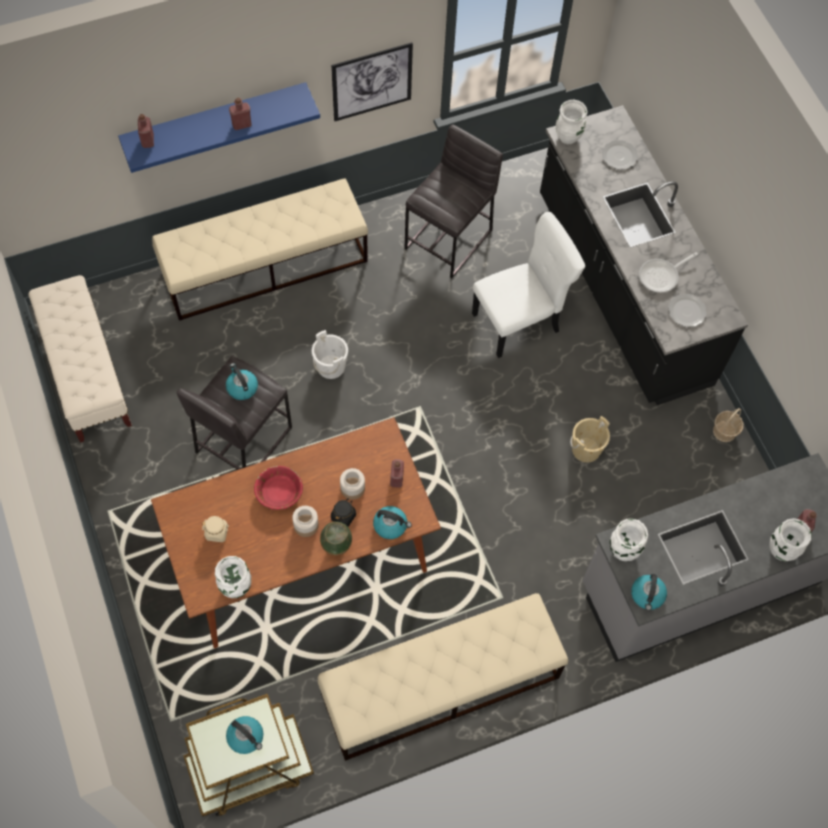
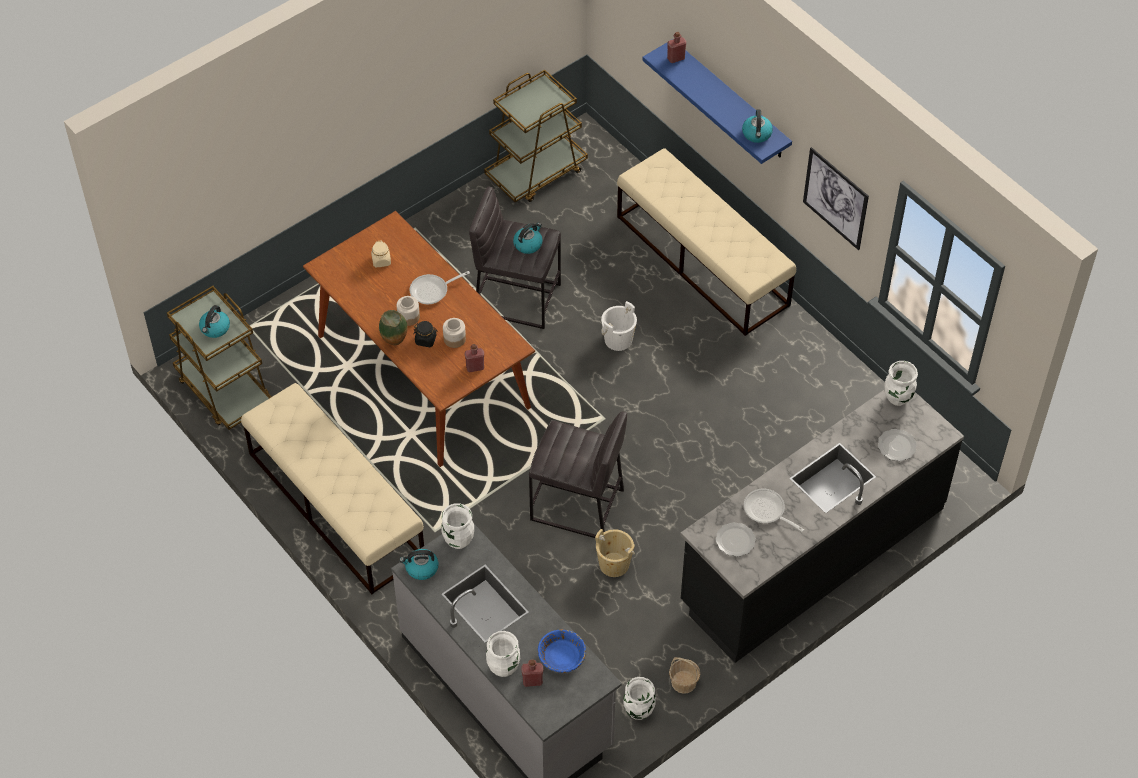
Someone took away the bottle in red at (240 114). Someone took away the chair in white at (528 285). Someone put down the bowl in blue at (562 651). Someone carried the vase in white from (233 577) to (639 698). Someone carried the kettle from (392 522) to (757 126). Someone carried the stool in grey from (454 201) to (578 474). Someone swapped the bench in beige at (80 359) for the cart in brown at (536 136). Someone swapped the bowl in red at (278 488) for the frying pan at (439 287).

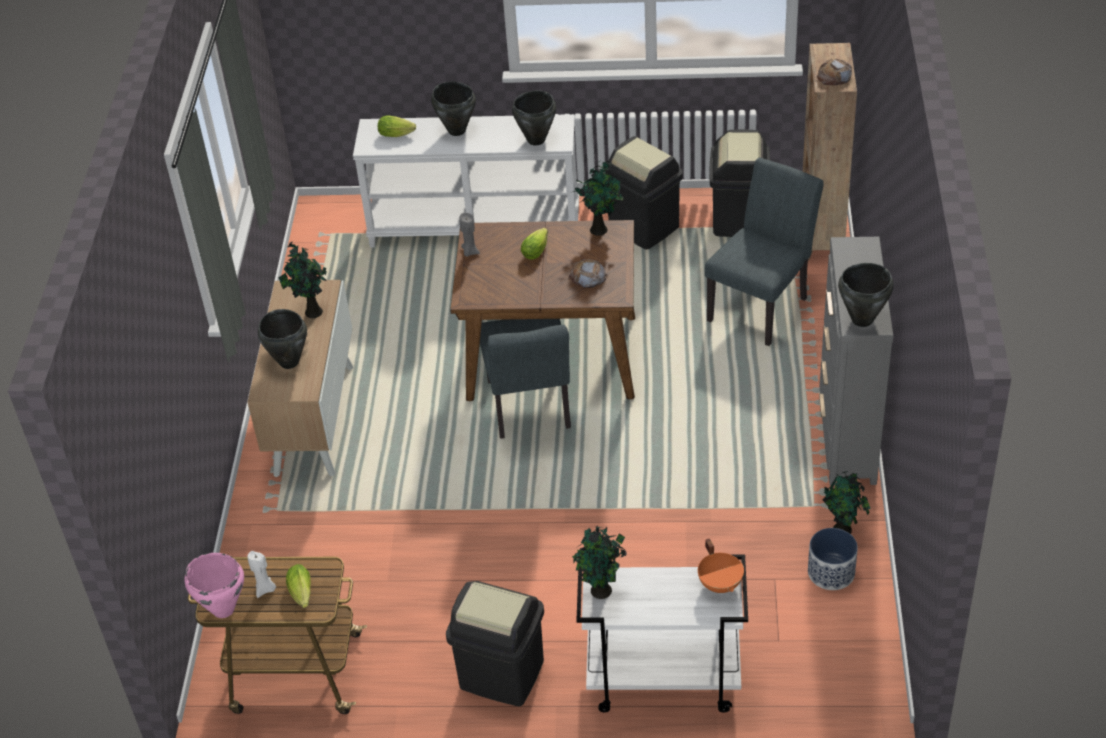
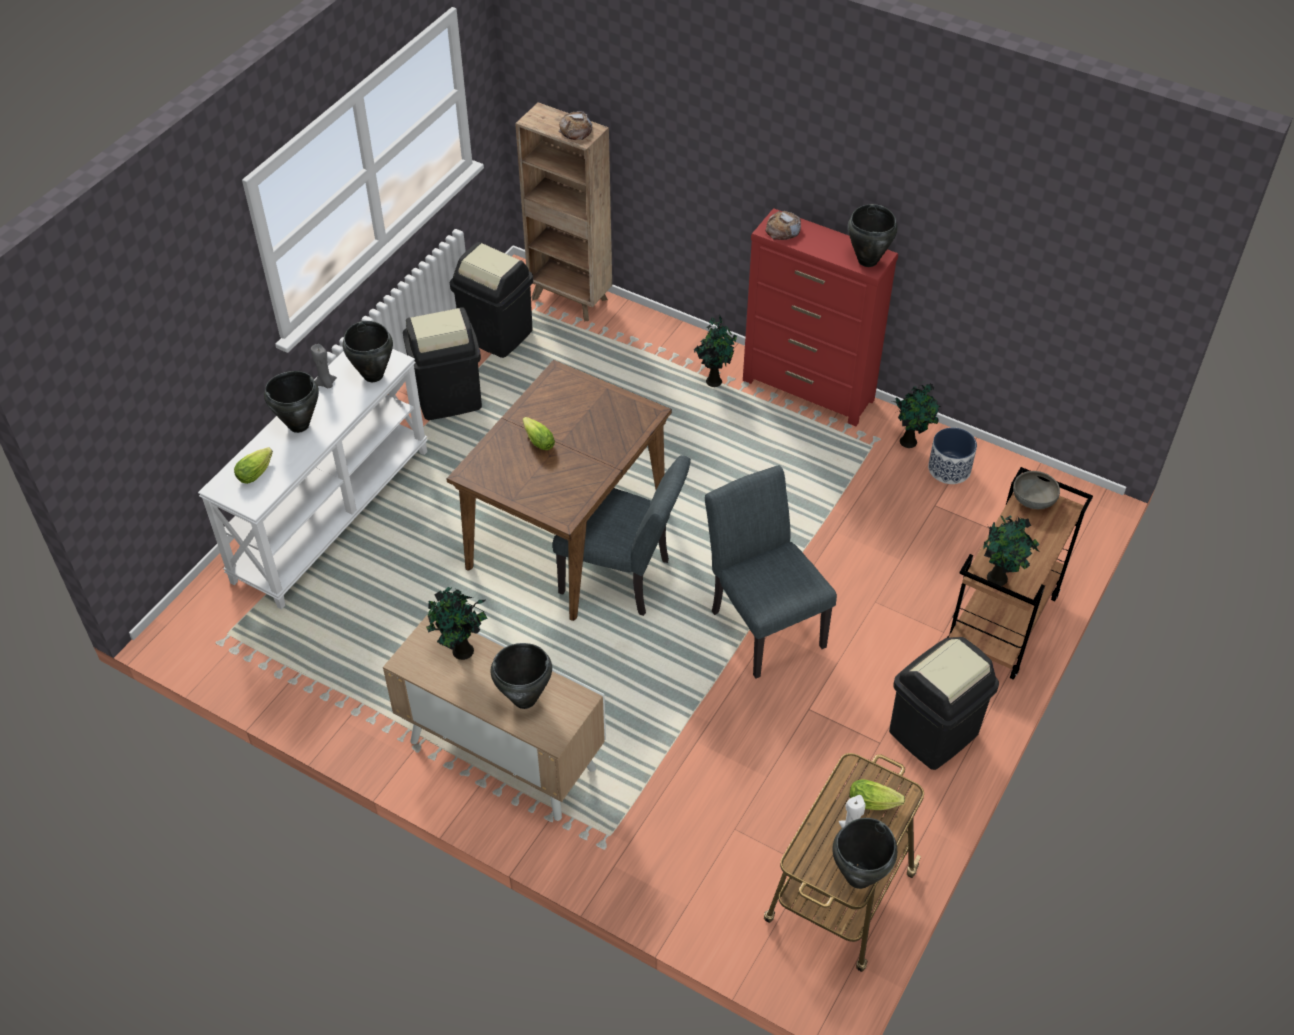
Someone carried the candle in grey from (469 235) to (324 366). Someone carried the bread from (588 273) to (783 225). Someone carried the potted plant from (598 197) to (715 351). Someone carried the chair in grey from (764 251) to (771 572). Someone swapped the cooking pot in orange at (721 565) for the bowl in grey at (1036 490). Someone repainted the cooking pot in pink at (214 585), which became the cooking pot in black at (864 853). Someone repainted the cart in white at (662 633), which became the cart in brown at (1020 573). Someone repainted the dresser in grey at (856 361), which became the dresser in red at (820 317).

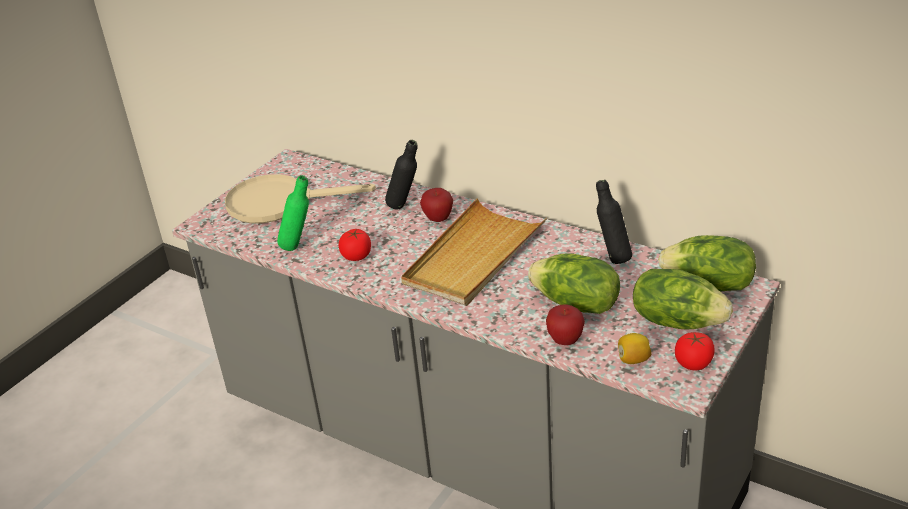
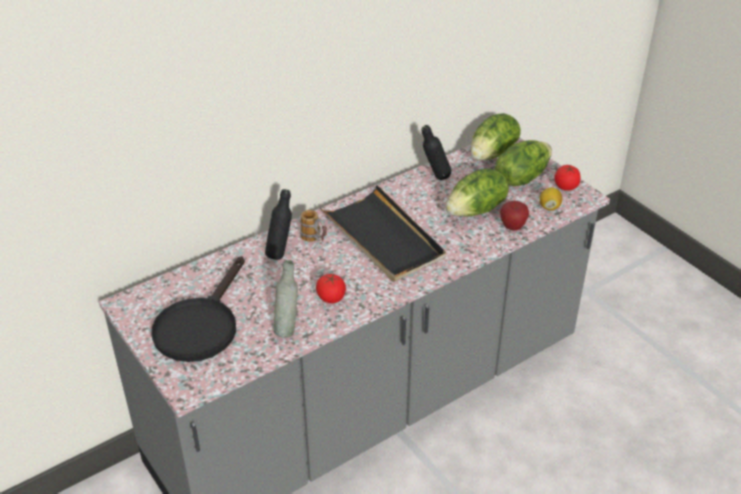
Someone swapped the apple at (436 205) for the mug at (313 226). Someone repainted the frying pan in beige at (300 199), which became the frying pan in black at (198 309). Someone repainted the bottle in green at (293 213), which became the bottle in grey at (286 299). Someone repainted the tray in beige at (474 252), which became the tray in black at (383 233).

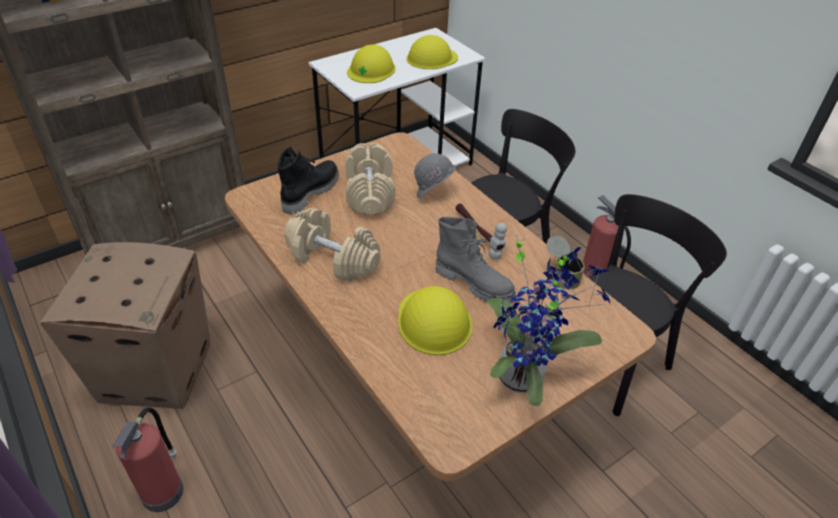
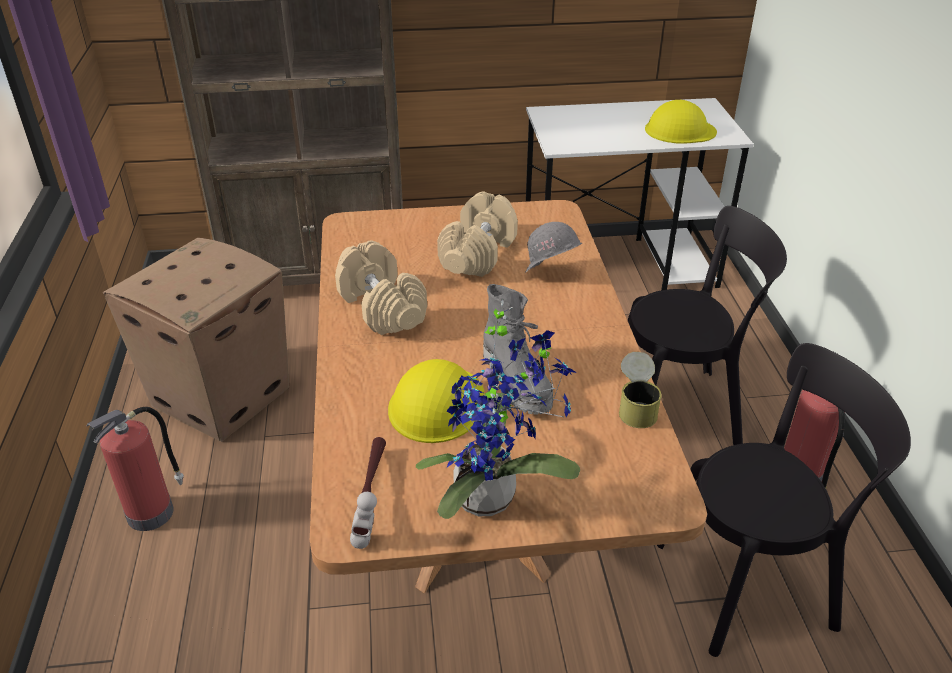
Someone took away the boot in black at (308 180). Someone took away the hard hat in yellow at (371 63). Someone carried the hammer from (481 231) to (368 493).

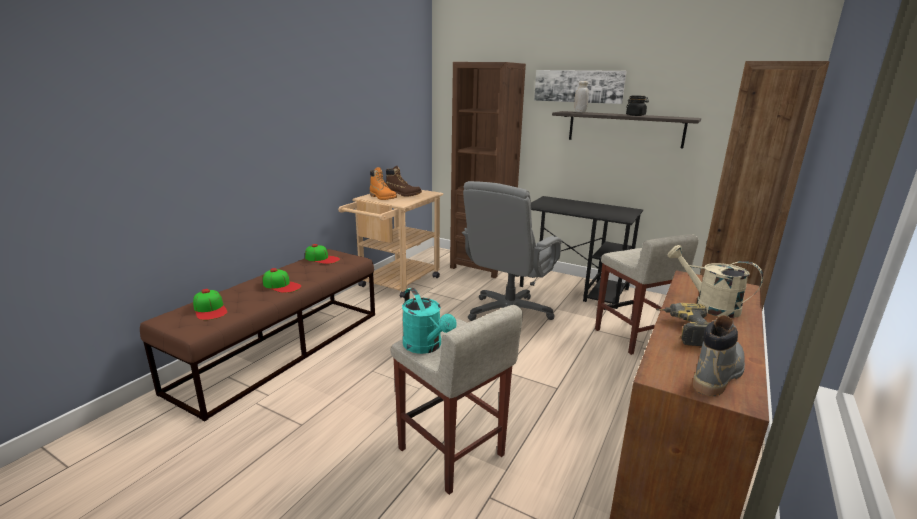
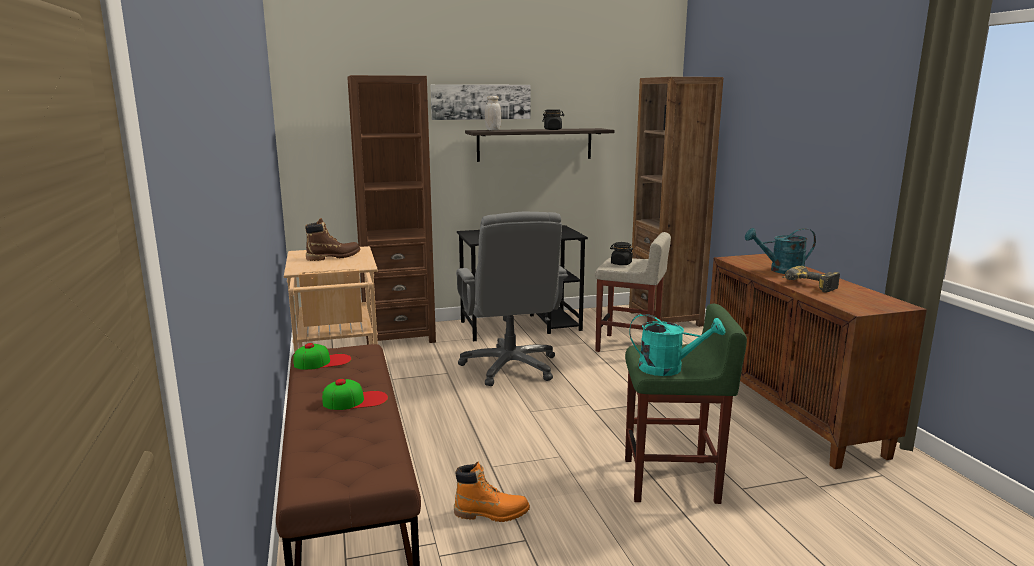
Someone took away the cap at (210 304). Someone took away the boot in grey at (719 355). Someone put down the jar in black at (621 253). Someone carried the boot in orange from (383 183) to (492 492). Someone repainted the stool in beige at (457 400), which became the stool in green at (686 404). Someone repainted the watering can in beige at (715 281), which became the watering can in turquoise at (780 251).

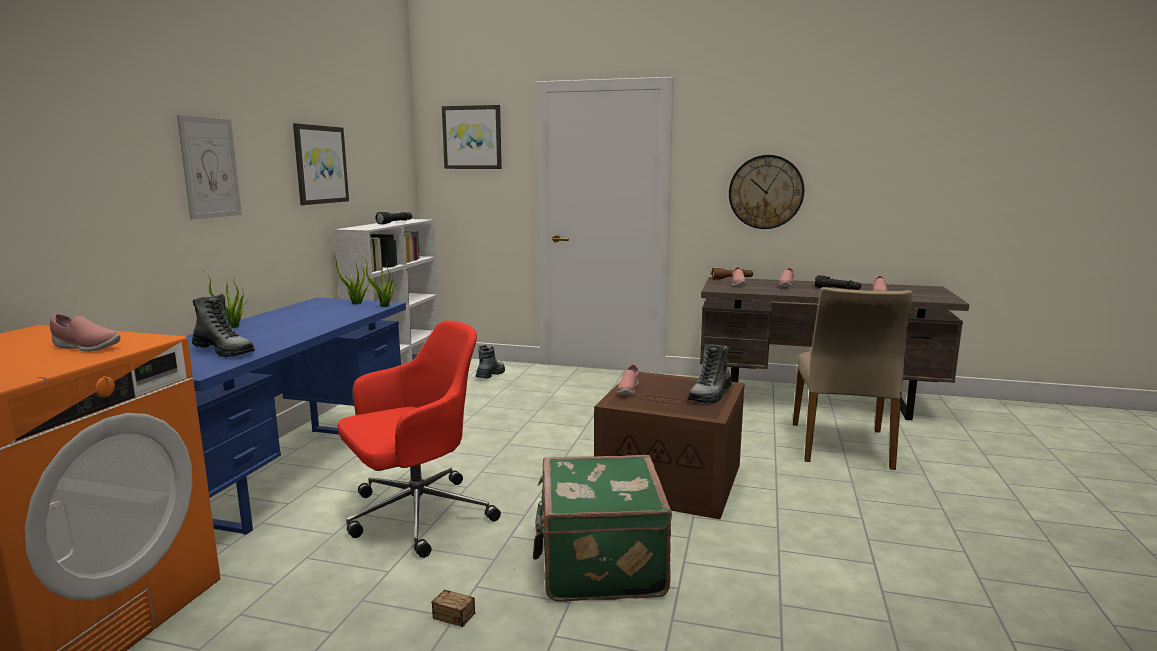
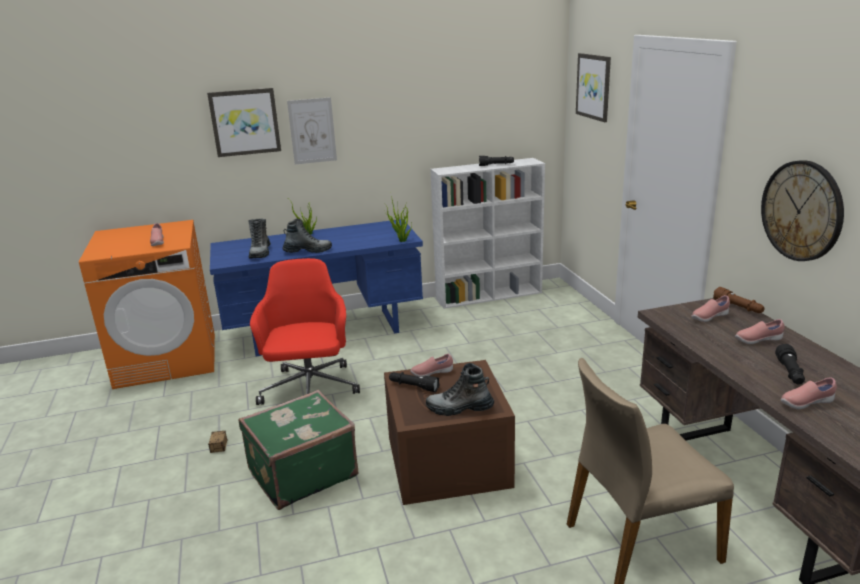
Someone put down the flashlight in black at (414 382). Someone carried the picture from (321 164) to (244 122). Someone carried the boot from (490 361) to (307 235). Someone rotated the office chair in red at (419 439) by 120 degrees counterclockwise.

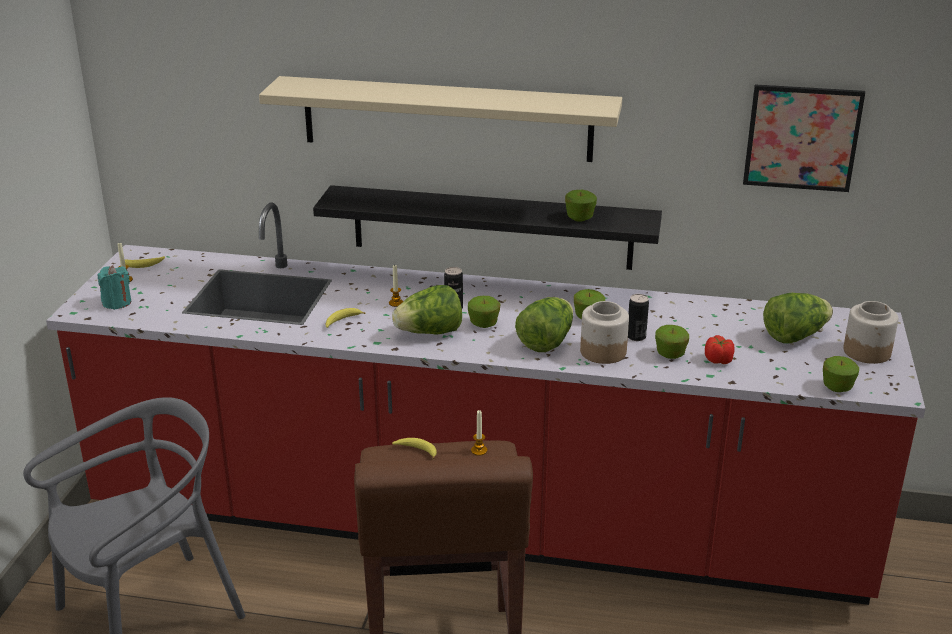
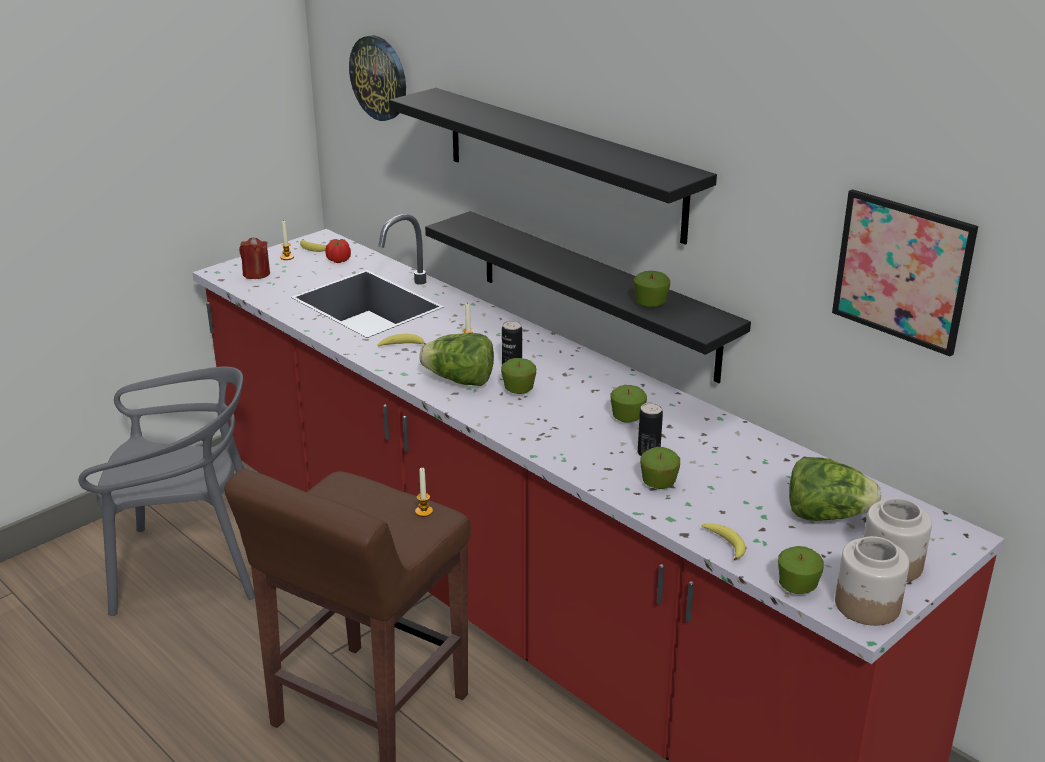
Someone took away the lettuce at (544 324). Someone put up the wall clock at (377 78). Someone carried the banana from (414 448) to (724 542). Someone carried the jar from (604 332) to (872 581). Someone carried the tomato from (720 349) to (338 251). Someone repainted the candle in turquoise at (114 287), which became the candle in red at (254 258). Someone repainted the shelf in beige at (440 119), which became the shelf in black at (553 166).

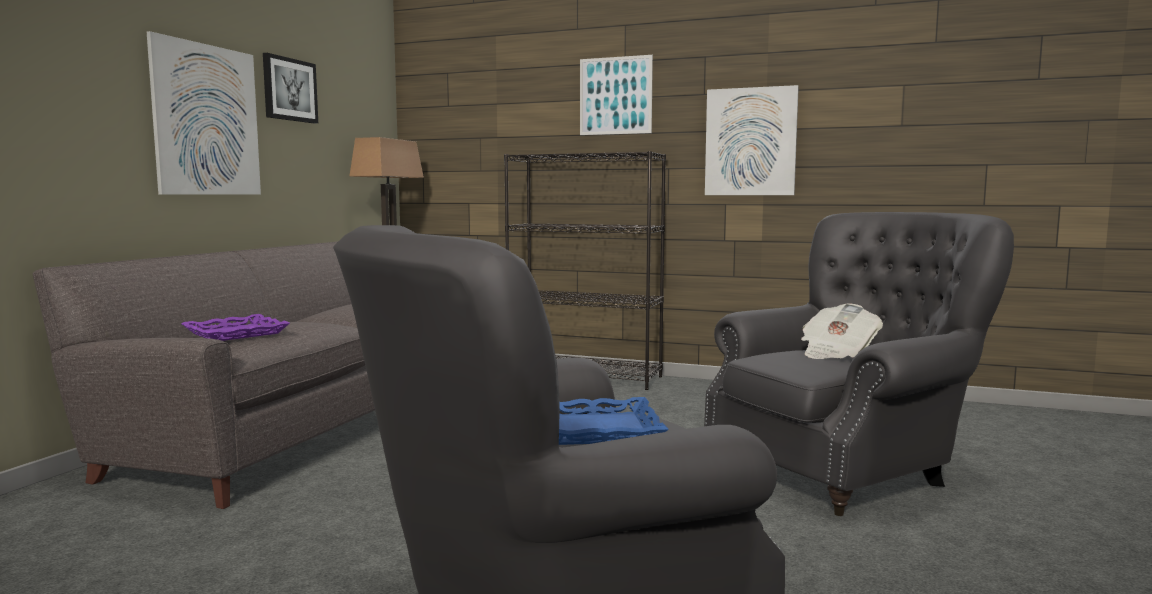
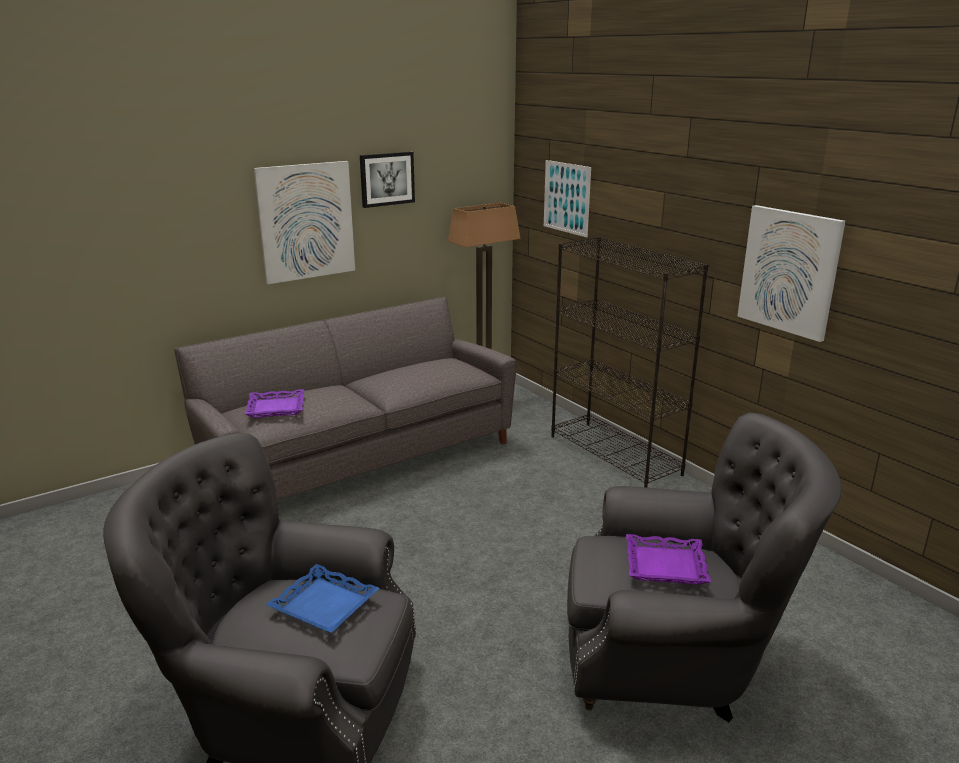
Someone carried the picture from (616 95) to (567 198). Someone swapped the newspaper at (842 331) for the tray in purple at (668 559).

